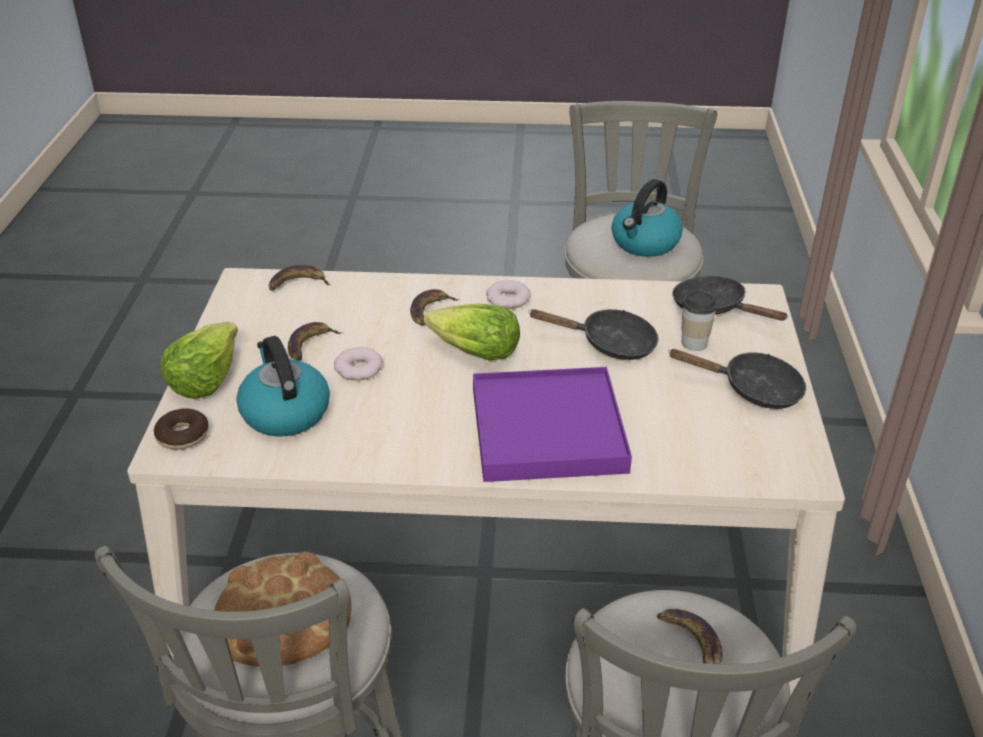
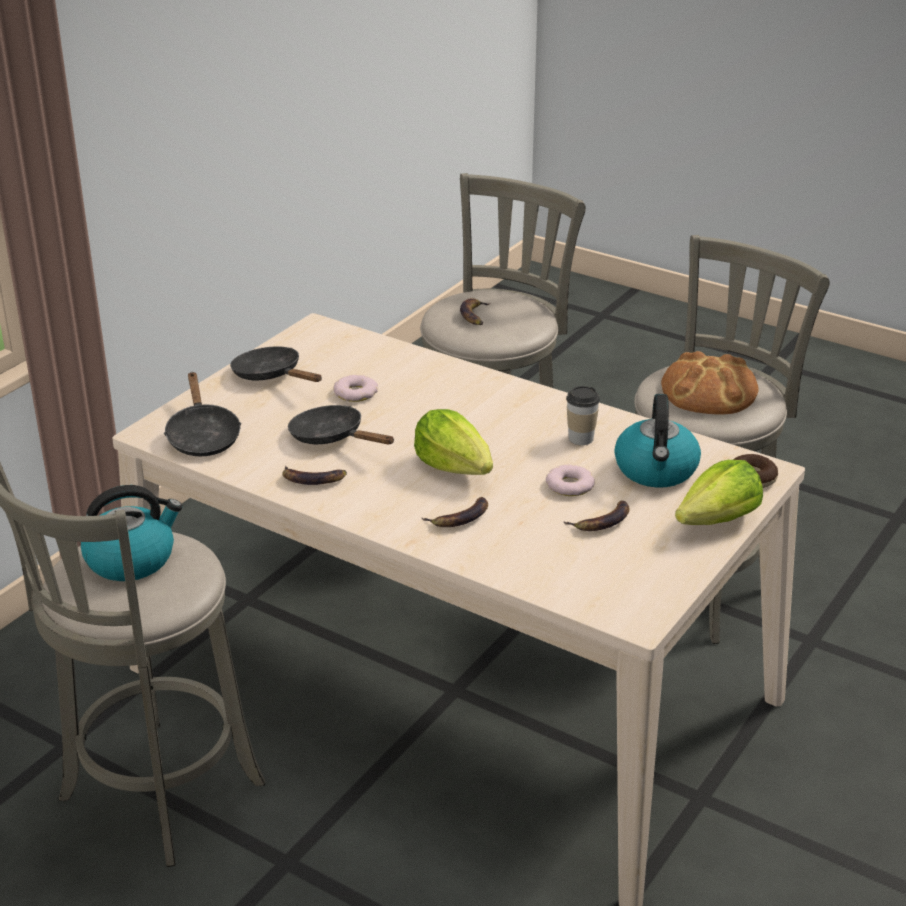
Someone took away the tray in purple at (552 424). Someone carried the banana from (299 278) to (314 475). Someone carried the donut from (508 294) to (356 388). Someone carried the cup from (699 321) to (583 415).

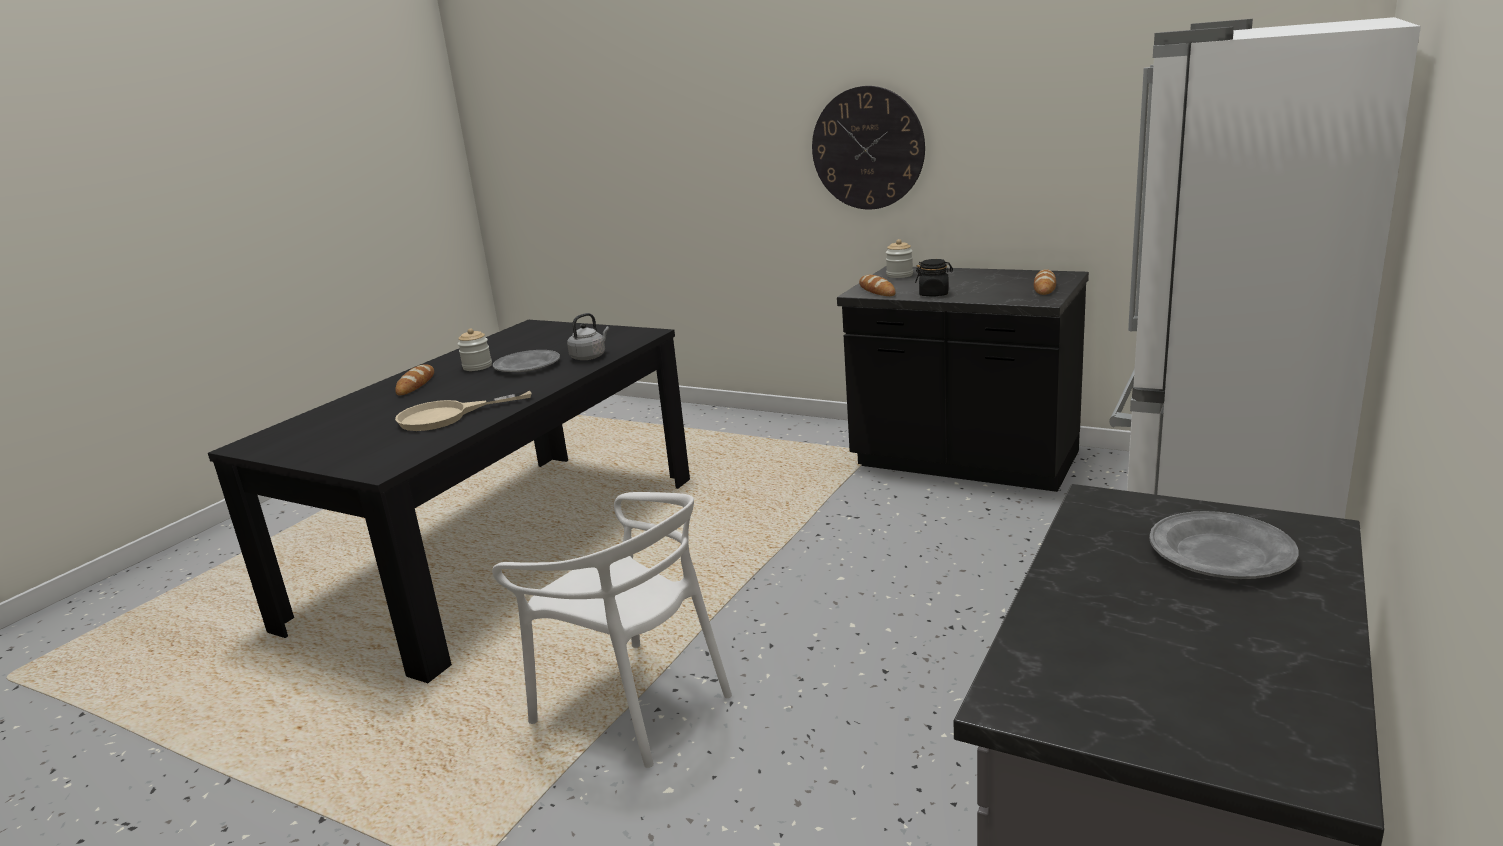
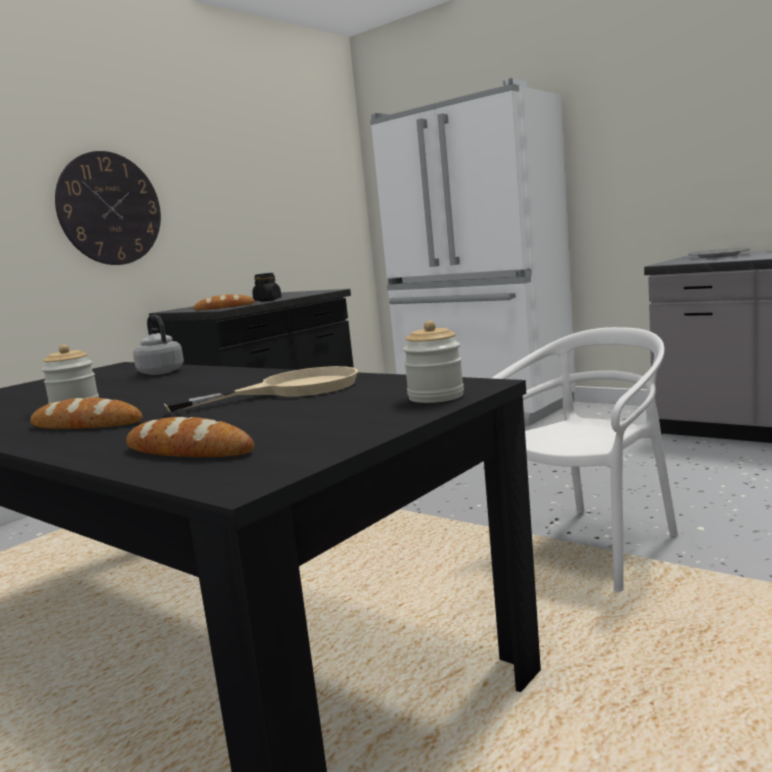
Someone took away the plate in grey at (526 361). Someone carried the jar from (899 258) to (433 361). Someone carried the bread from (1045 282) to (190 437). Someone rotated the frying pan in beige at (463 411) by 105 degrees counterclockwise.

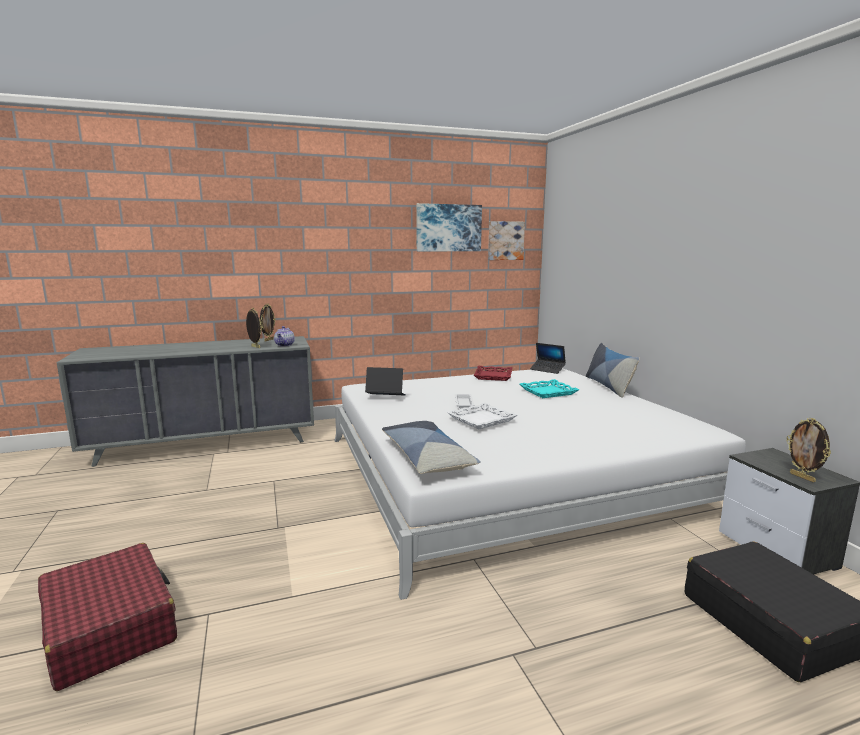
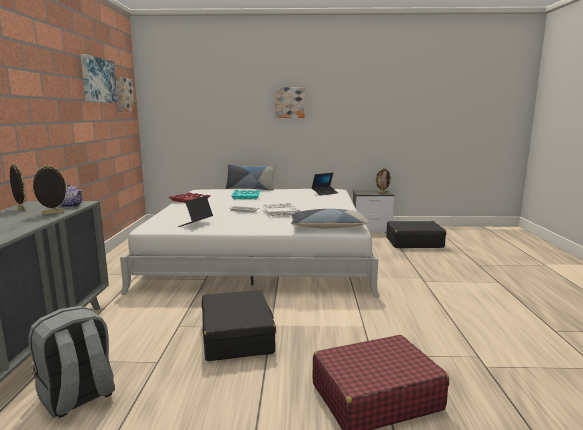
Someone put down the backpack in grey at (71 362). Someone put down the suitcase in black at (238 325). Someone put up the picture at (290 102). Someone carried the laptop from (548 358) to (324 184).

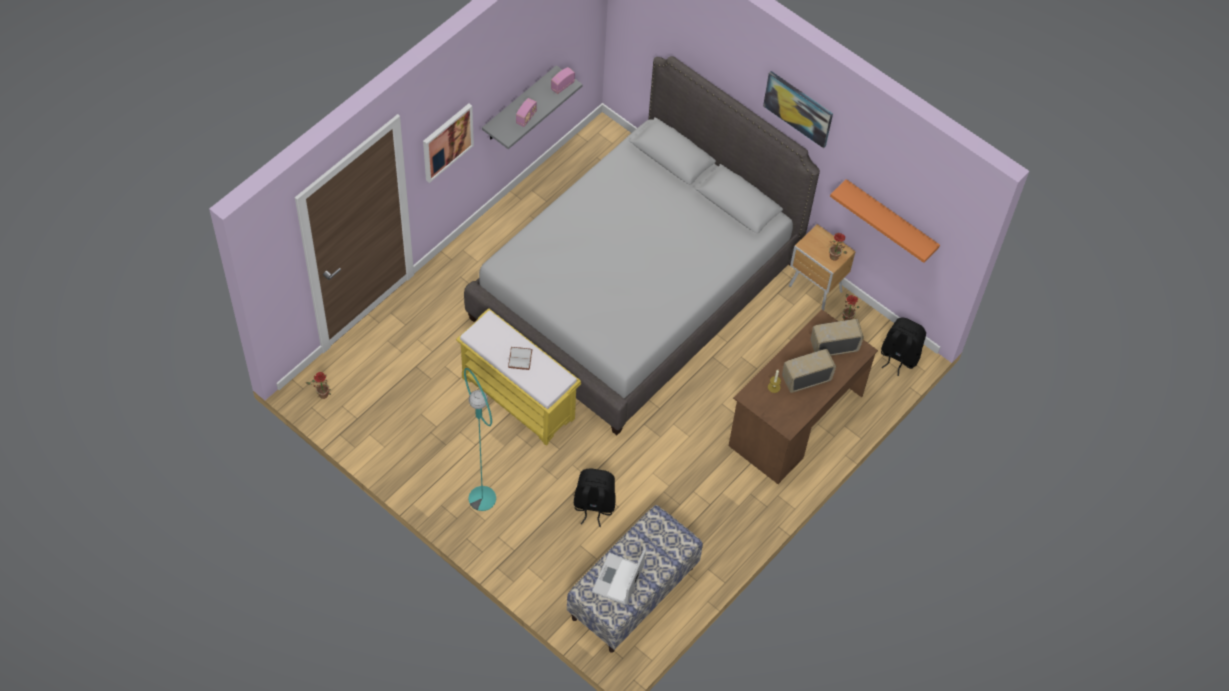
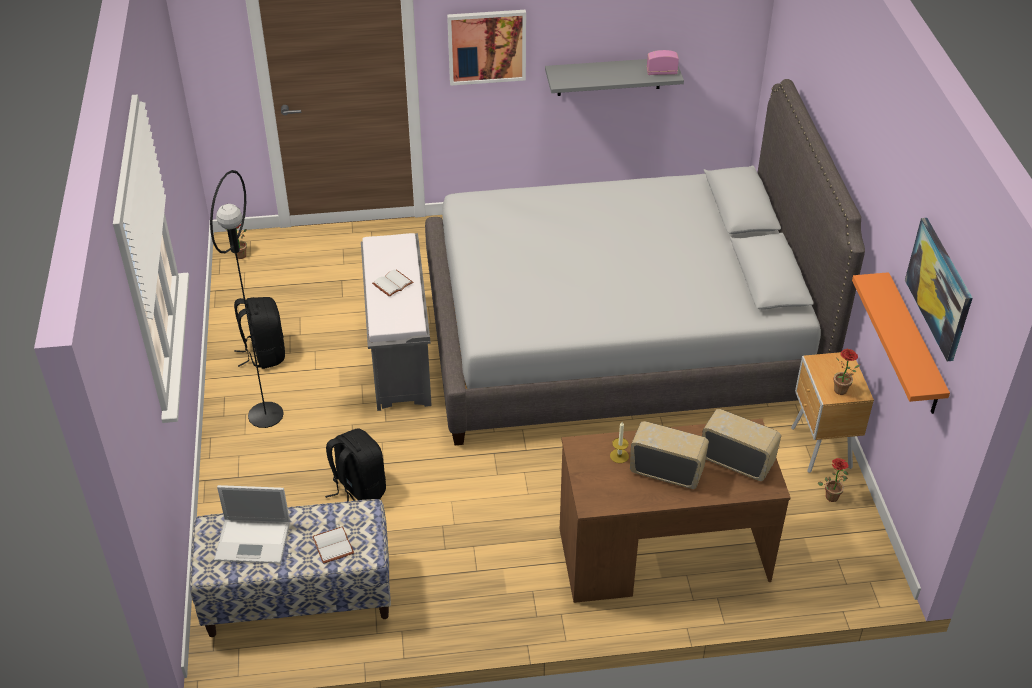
Someone took away the radio at (526 112). Someone put down the book in white at (333 545). Someone carried the picture from (798 109) to (939 289). Someone carried the backpack in black from (903 347) to (259 333). Someone repainted the bench in yellow at (518 377), which became the bench in grey at (396 322). Someone repainted the floor lamp in turquoise at (480 439), which became the floor lamp in black at (247 299). Someone rotated the laptop at (619 577) by 150 degrees counterclockwise.

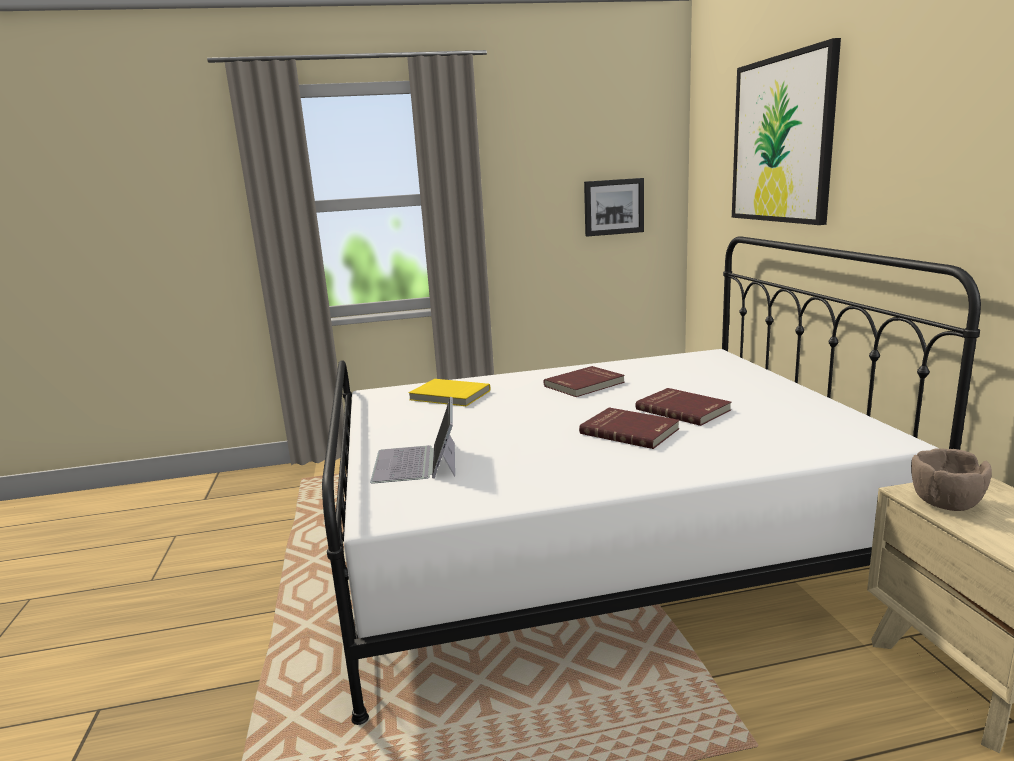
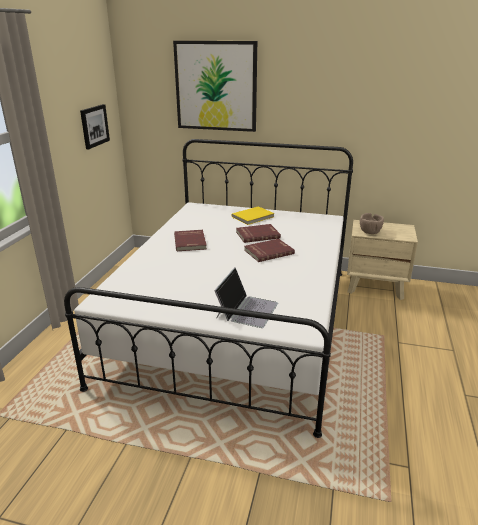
Someone carried the book in yellow from (449 392) to (252 215). Someone rotated the laptop at (412 440) by 90 degrees counterclockwise.

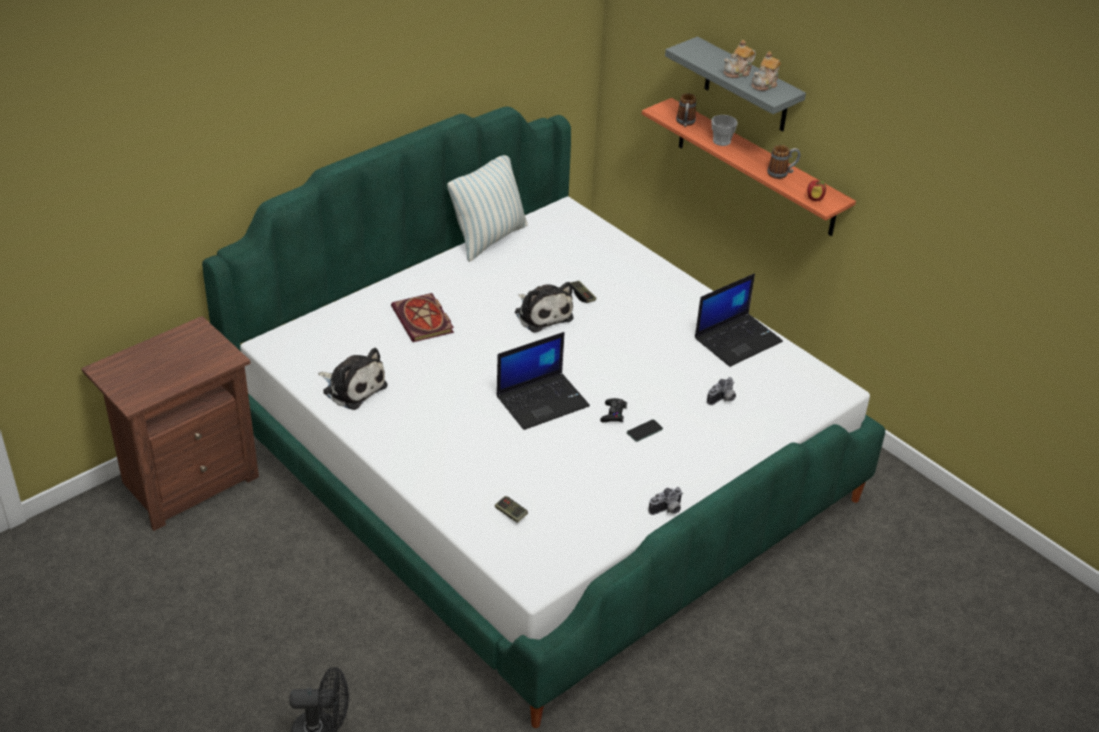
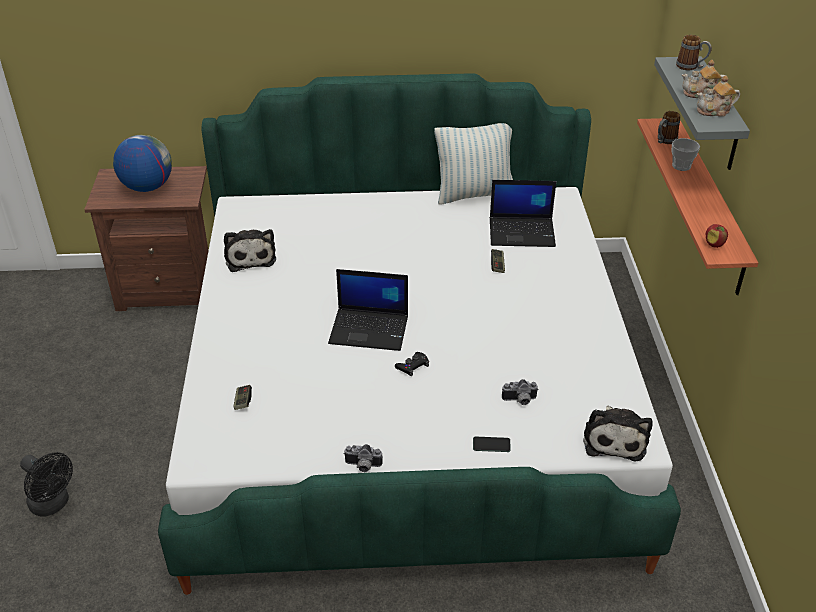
Someone took away the book at (422 317). Someone put down the globe at (142 163). Someone carried the plush toy from (544 307) to (618 433). Someone carried the phone from (645 431) to (492 444). Someone carried the laptop from (739 320) to (523 213). Someone carried the mug from (784 162) to (694 52).

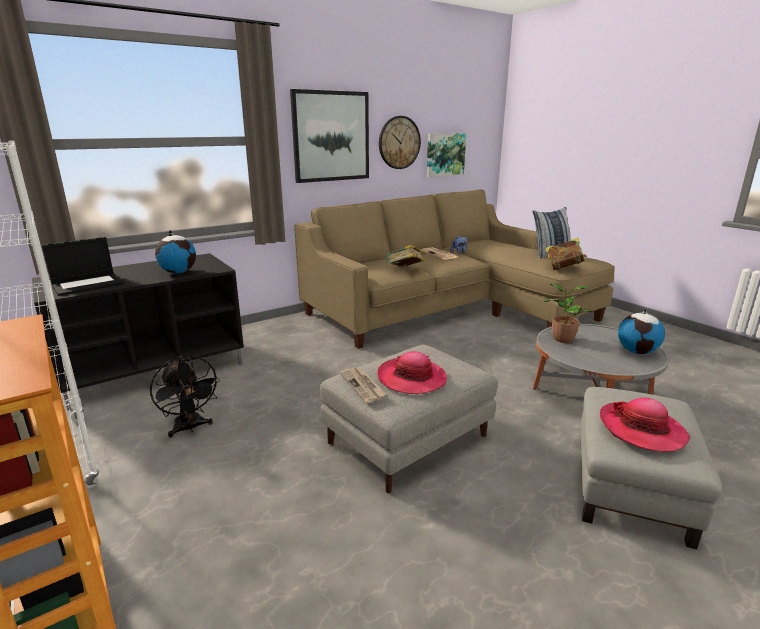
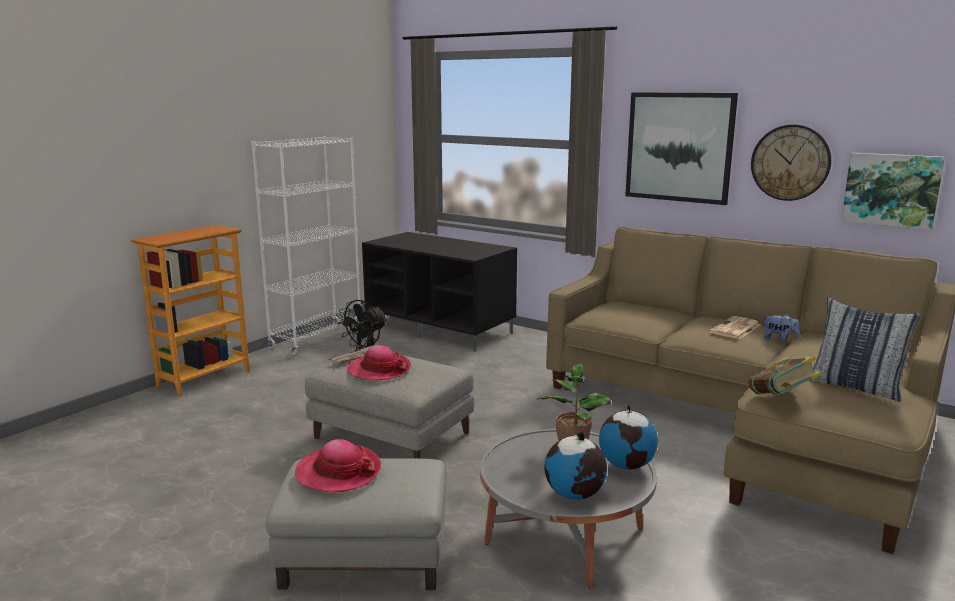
Someone took away the laptop at (83 266). Someone took away the book at (406 256). Someone carried the globe from (175 251) to (628 437).

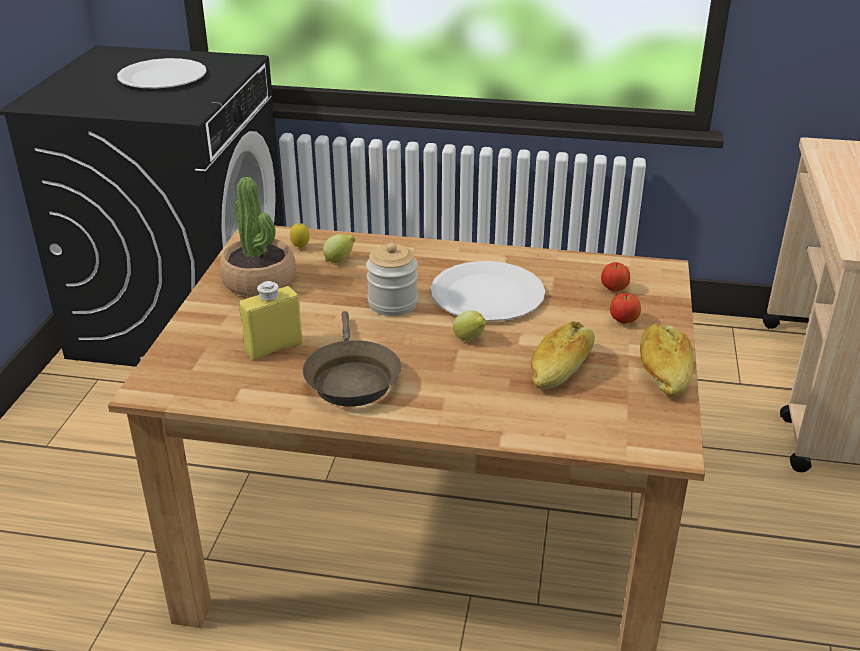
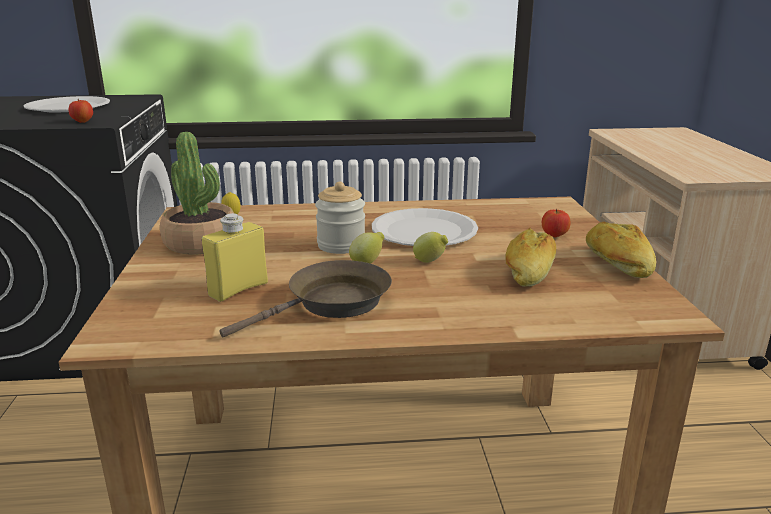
Someone carried the lemon from (339 248) to (366 248). Someone carried the apple from (615 277) to (81 111). Someone rotated the frying pan in brown at (352 359) by 105 degrees counterclockwise.

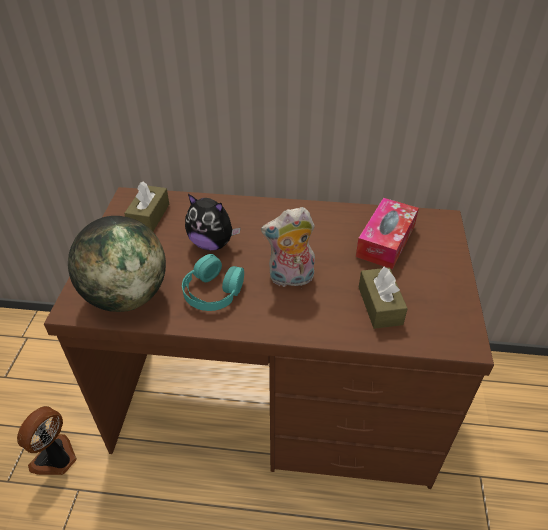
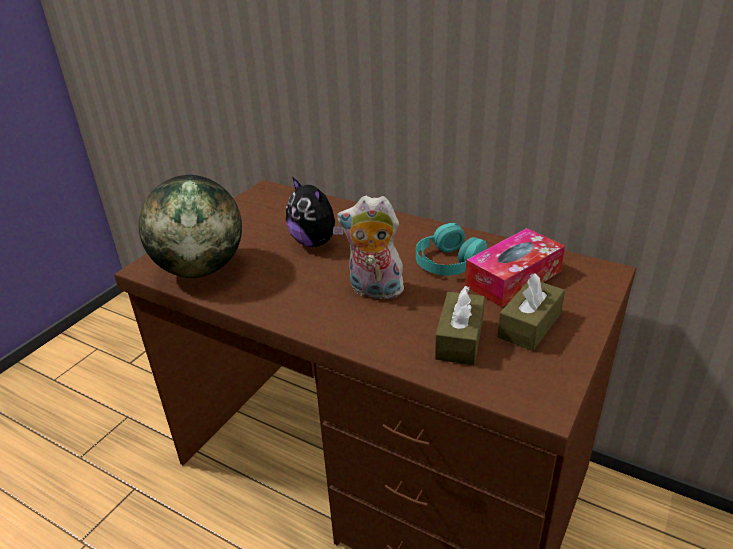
Someone took away the fan at (47 440). Someone carried the tissue box in brown from (146 206) to (531 312). Someone carried the headphones in turquoise from (213 282) to (451 249).

